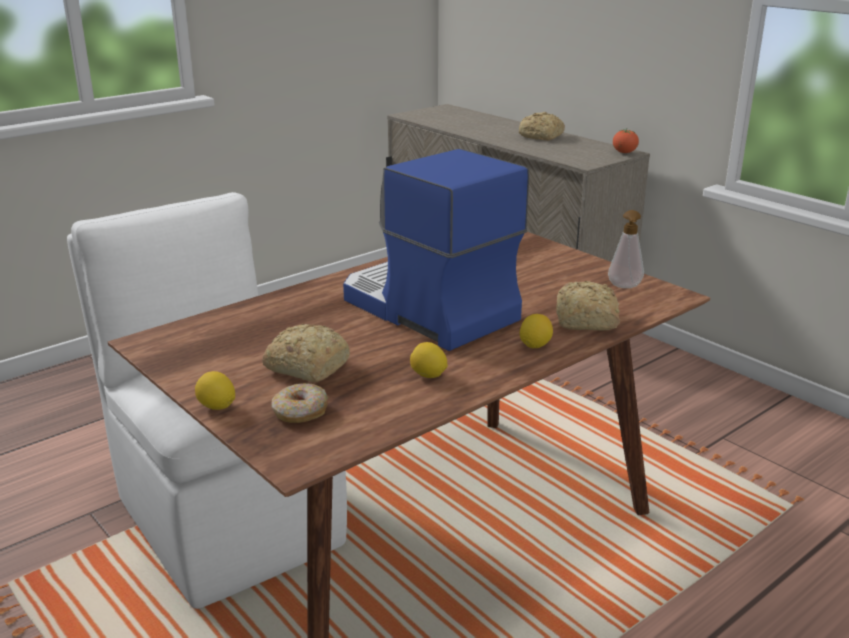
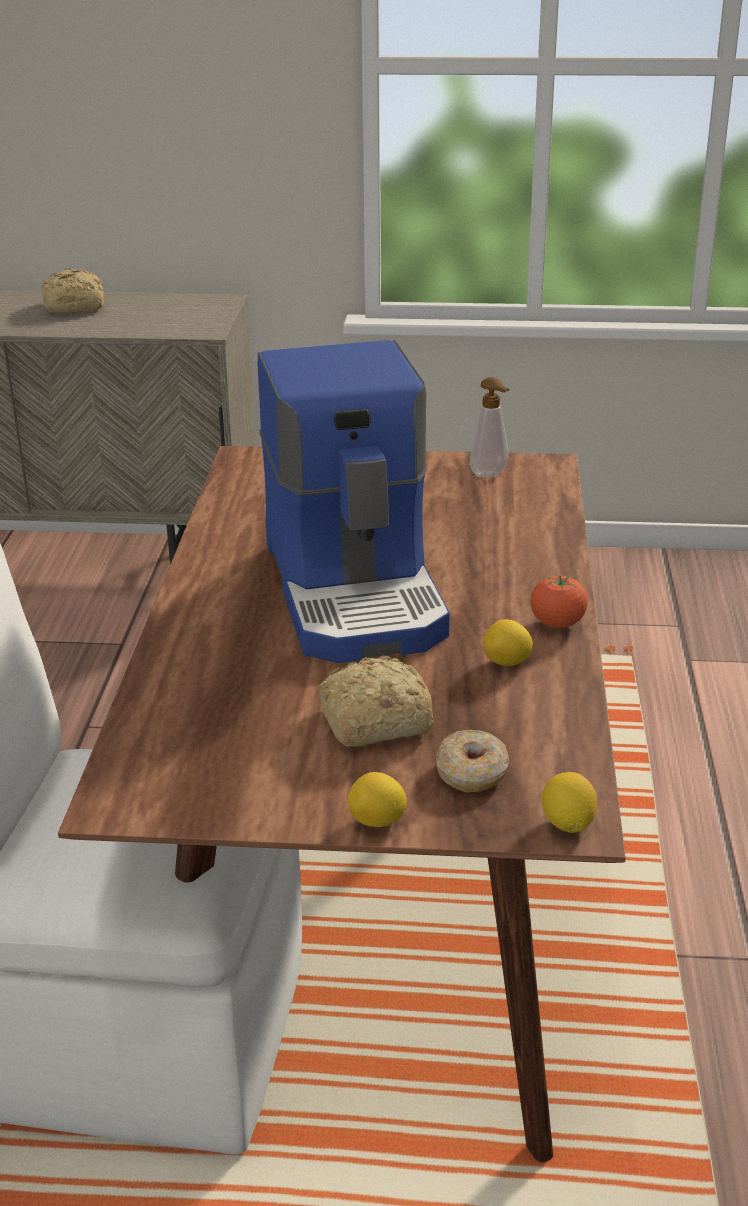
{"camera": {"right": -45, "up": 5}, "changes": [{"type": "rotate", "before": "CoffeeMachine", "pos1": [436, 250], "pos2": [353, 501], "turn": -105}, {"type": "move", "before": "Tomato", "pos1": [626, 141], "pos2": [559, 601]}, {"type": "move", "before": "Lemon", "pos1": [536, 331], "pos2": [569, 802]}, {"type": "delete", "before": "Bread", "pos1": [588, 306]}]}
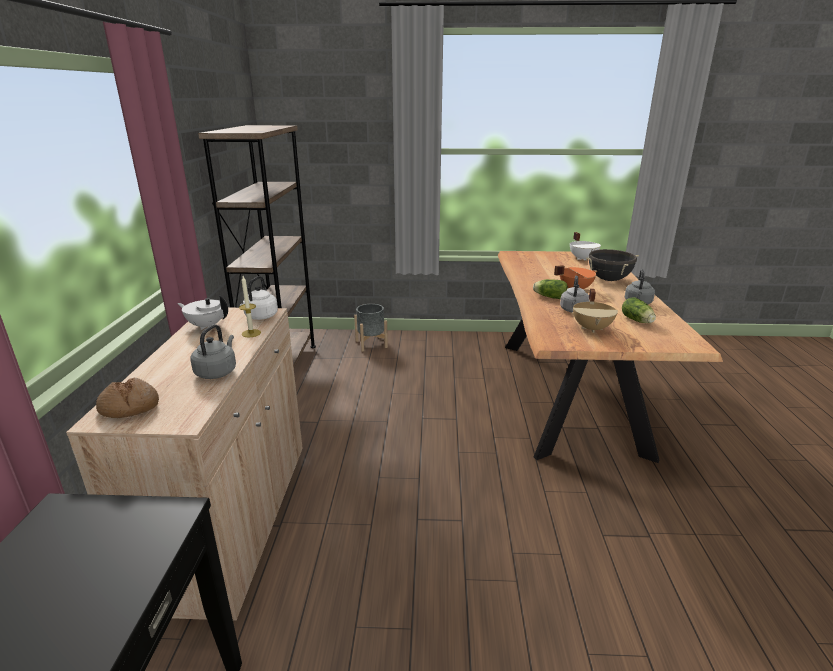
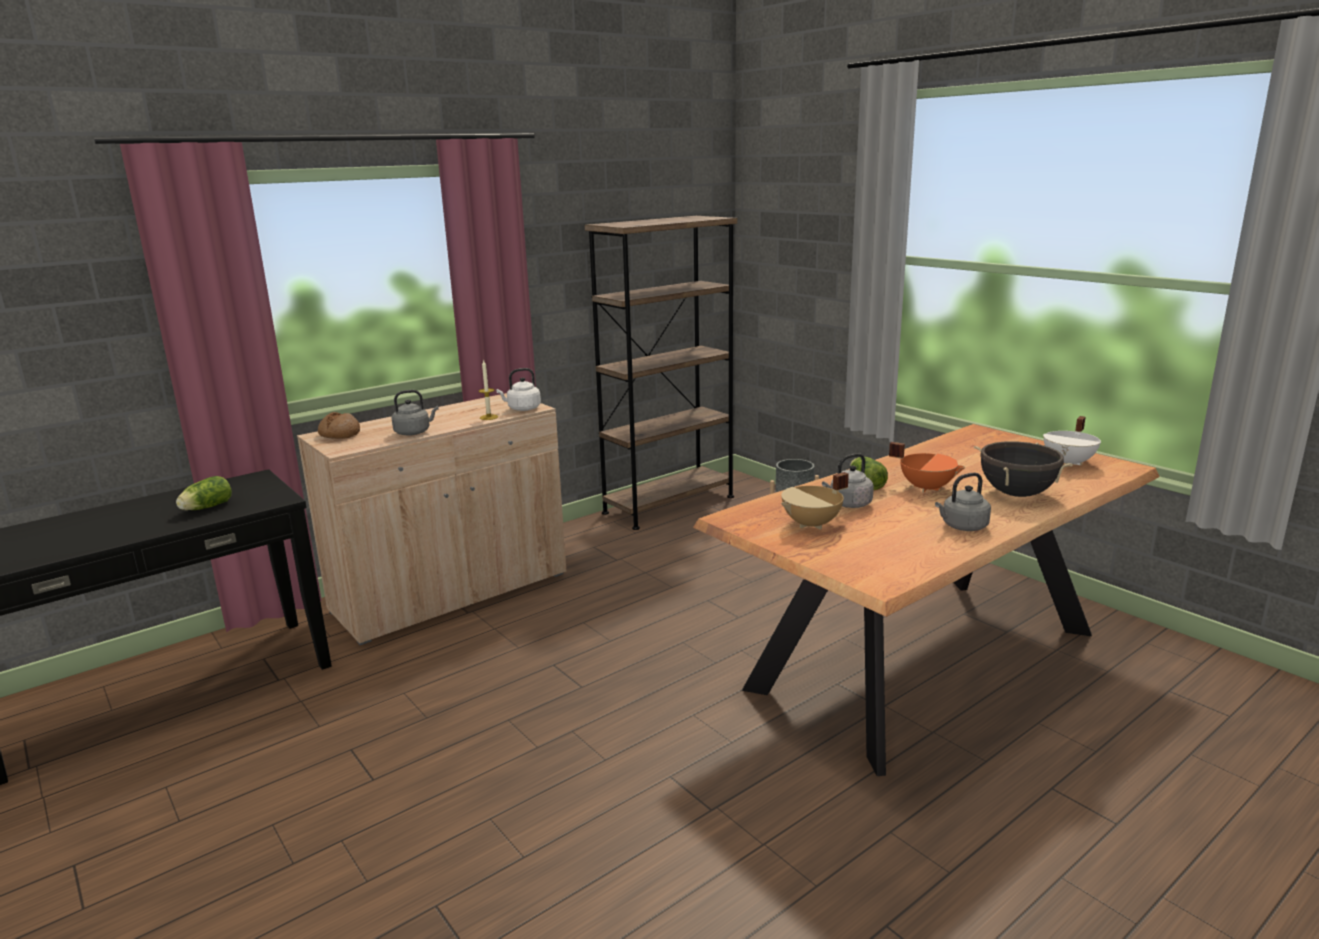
{"camera": {"right": 50, "up": -5}, "changes": [{"type": "move", "before": "Lettuce", "pos1": [639, 310], "pos2": [204, 493]}, {"type": "delete", "before": "WhiteTeapot", "pos1": [202, 312]}]}
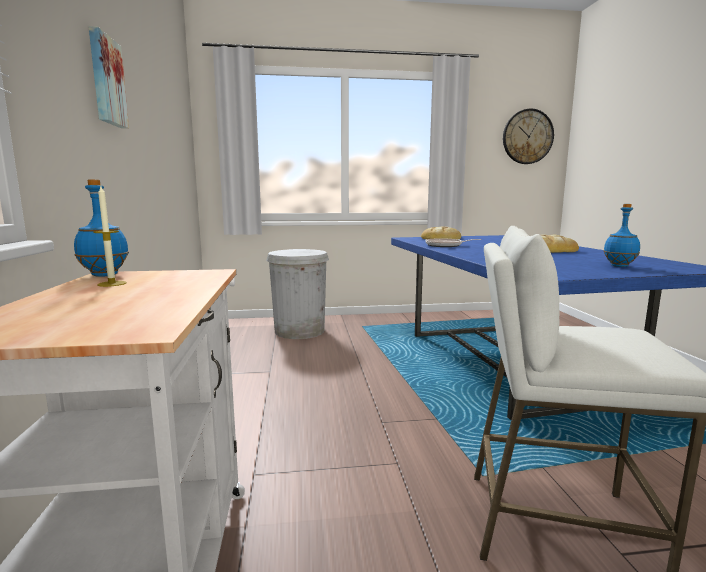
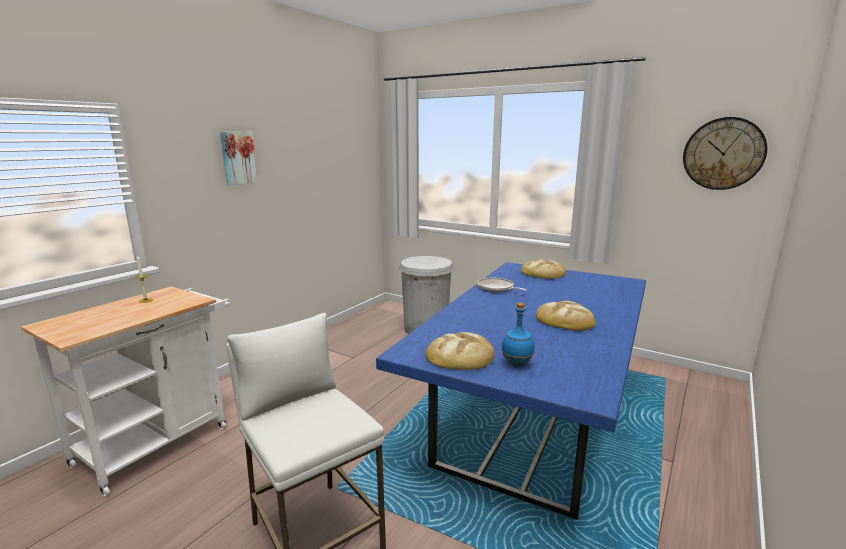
{"camera": {"right": 40, "up": 5}, "changes": [{"type": "insert", "after": "Bread", "pos2": [460, 351]}, {"type": "delete", "before": "BlueBottle", "pos1": [101, 228]}]}
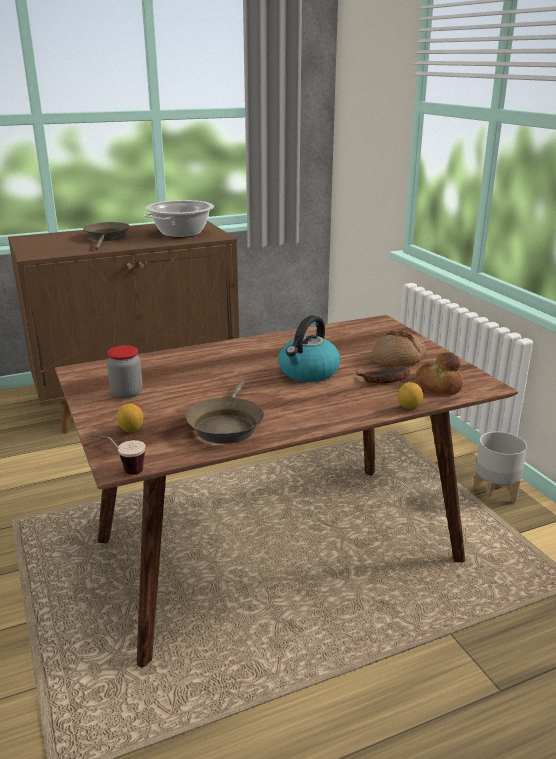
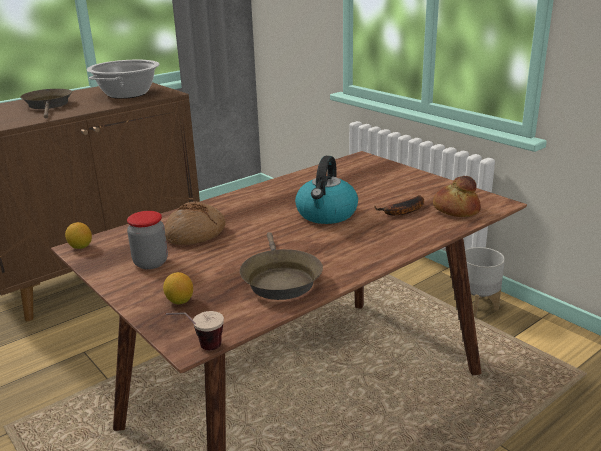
{"camera": {"right": -15, "up": 0}, "changes": [{"type": "move", "before": "Lemon", "pos1": [410, 395], "pos2": [78, 235]}, {"type": "move", "before": "Bread", "pos1": [399, 348], "pos2": [195, 223]}]}
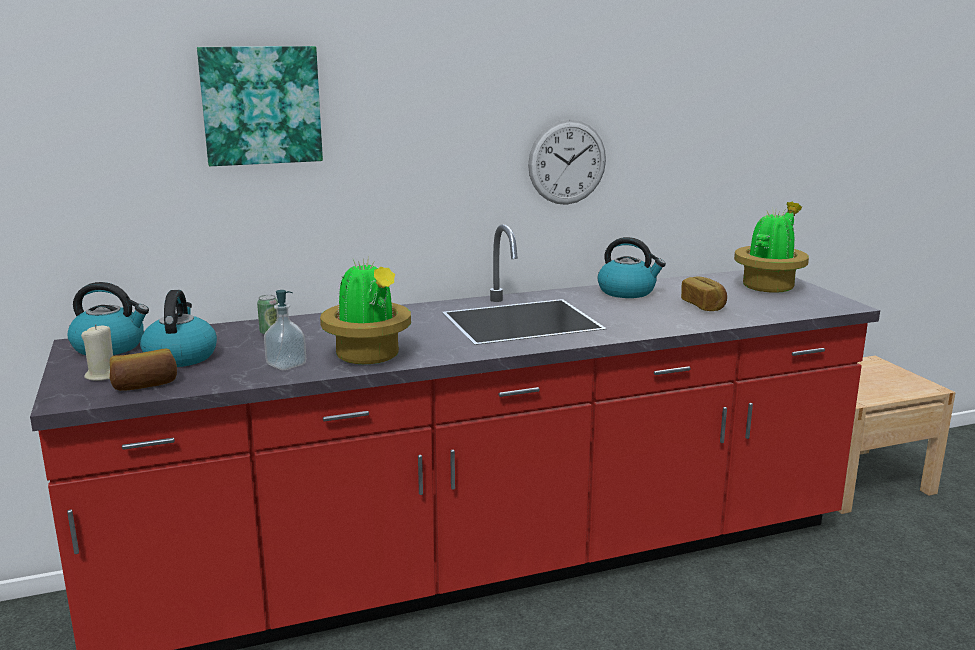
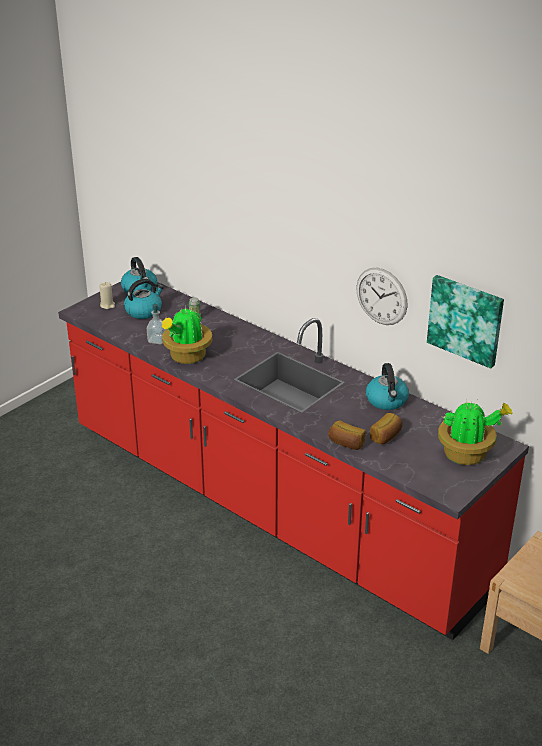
{"camera": {"right": 60, "up": 15}, "changes": [{"type": "move", "before": "Bread", "pos1": [143, 370], "pos2": [347, 435]}, {"type": "move", "before": "Picture", "pos1": [260, 106], "pos2": [465, 322]}]}
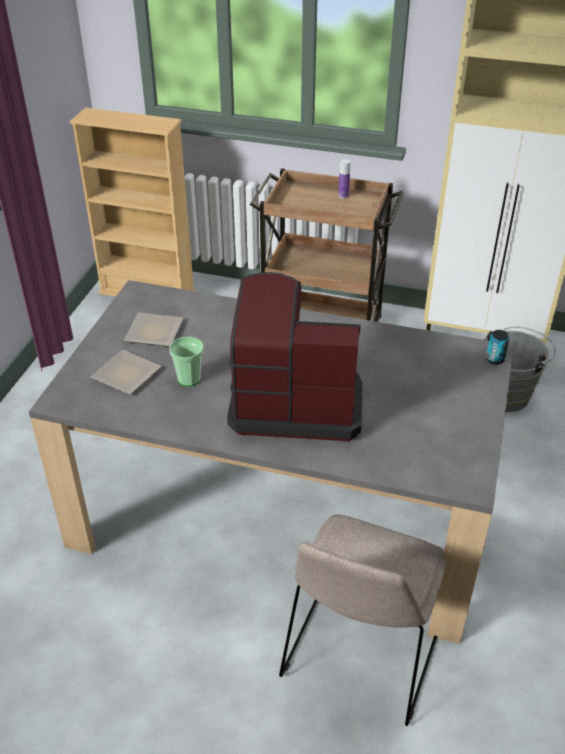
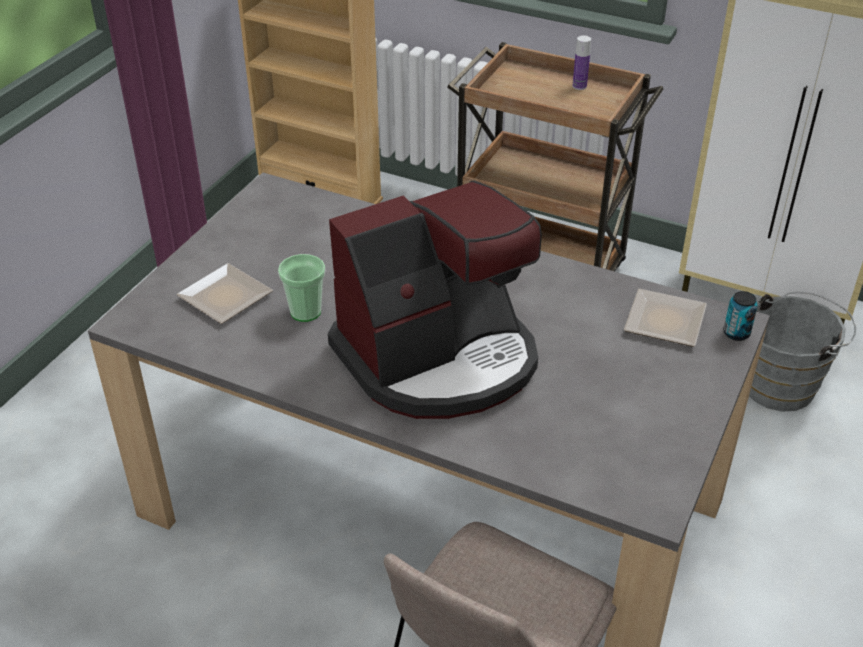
{"camera": {"right": 10, "up": 0}, "changes": [{"type": "rotate", "before": "CoffeeMachine", "pos1": [295, 356], "pos2": [435, 300], "turn": 135}, {"type": "move", "before": "Plate", "pos1": [153, 330], "pos2": [665, 318]}]}
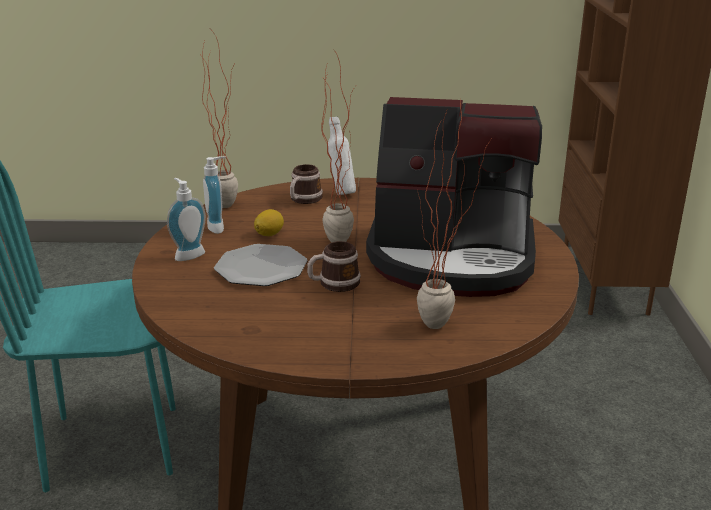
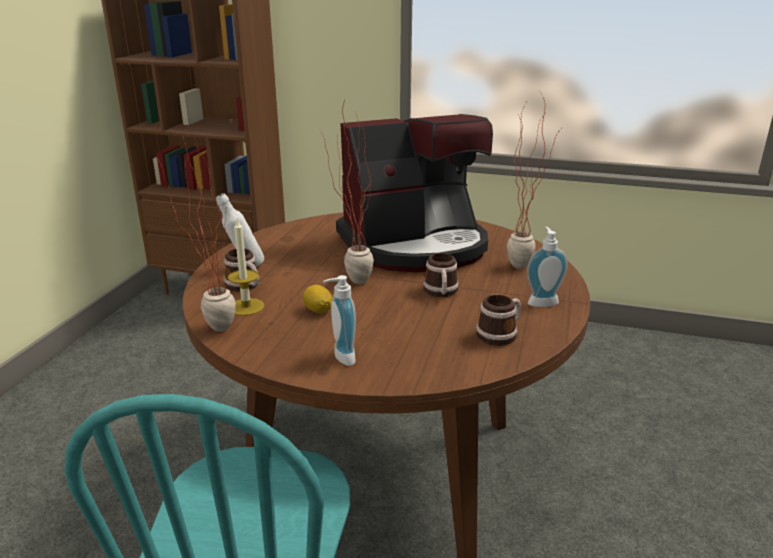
{"camera": {"right": -75, "up": 0}, "changes": [{"type": "insert", "after": "Candle", "pos2": [246, 267]}, {"type": "rotate", "before": "CoffeeMachine", "pos1": [454, 197], "pos2": [414, 193], "turn": 45}, {"type": "insert", "after": "Mug", "pos2": [498, 320]}, {"type": "move", "before": "SoapDispenser", "pos1": [214, 195], "pos2": [547, 266]}, {"type": "delete", "before": "Plate", "pos1": [261, 265]}]}
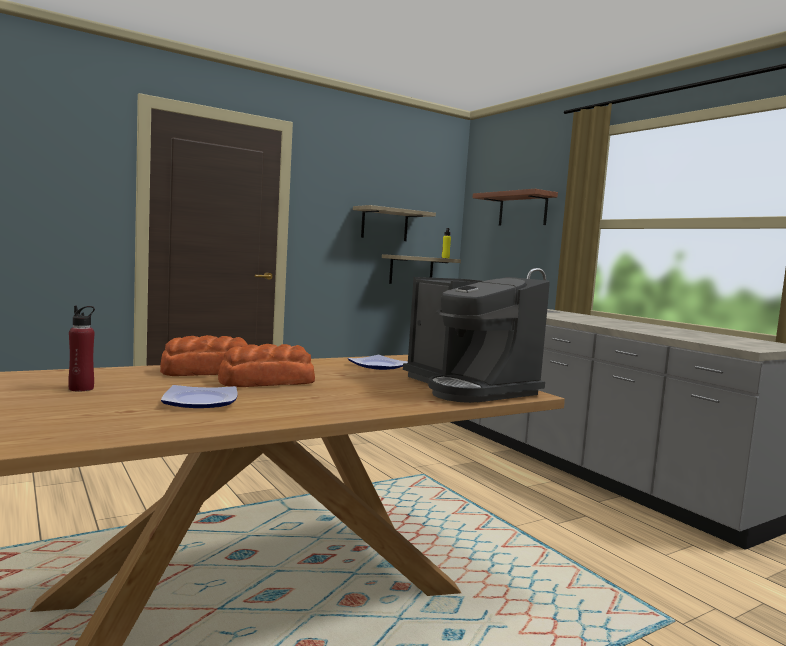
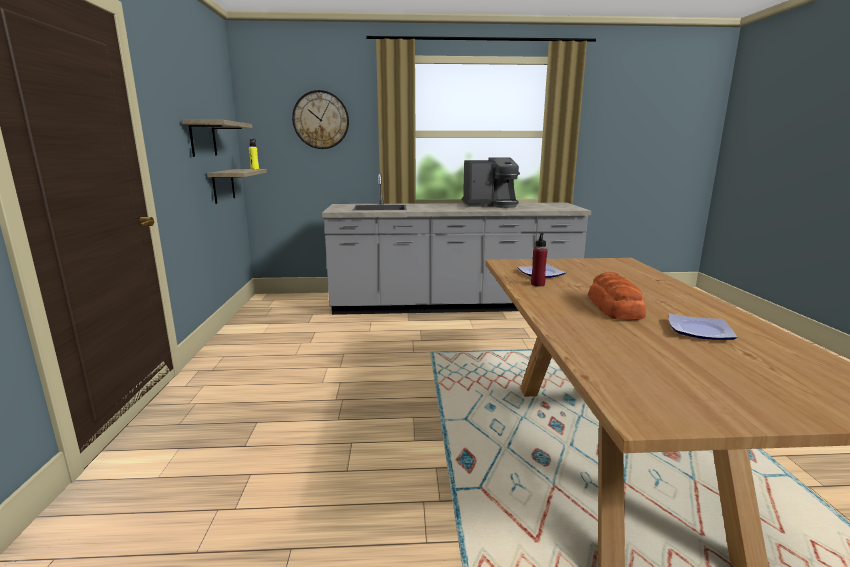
{"camera": {"right": -60, "up": 10}, "changes": [{"type": "replace", "before": "Shelf", "after": "WallClock", "pos1": [515, 207], "pos2": [320, 119]}, {"type": "move", "before": "CoffeeMachine", "pos1": [476, 340], "pos2": [491, 183]}, {"type": "move", "before": "RedBottle", "pos1": [81, 348], "pos2": [539, 260]}, {"type": "delete", "before": "Bread", "pos1": [204, 355]}]}
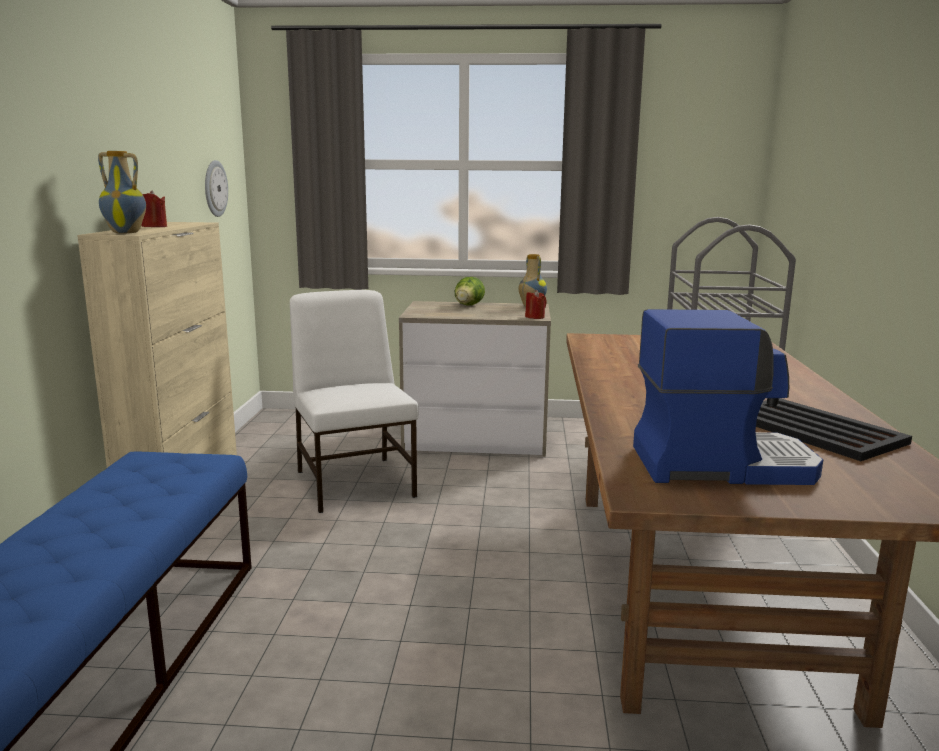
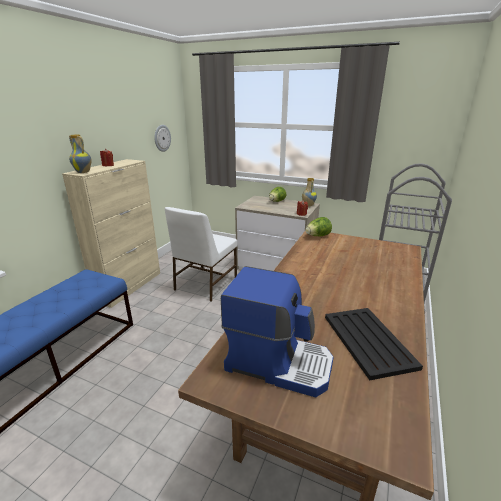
{"camera": {"right": 20, "up": 10}, "changes": [{"type": "rotate", "before": "WhiteChair", "pos1": [354, 401], "pos2": [201, 254], "turn": -150}, {"type": "insert", "after": "Lettuce", "pos2": [318, 227]}]}
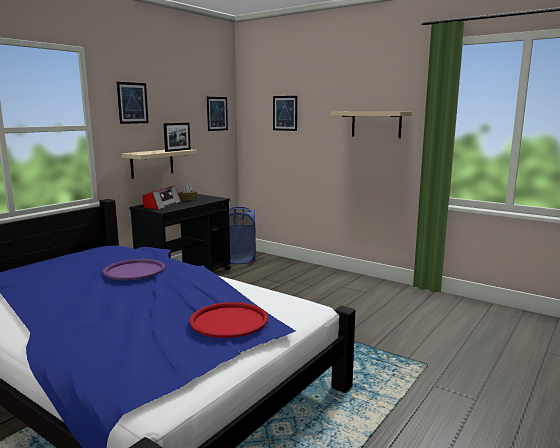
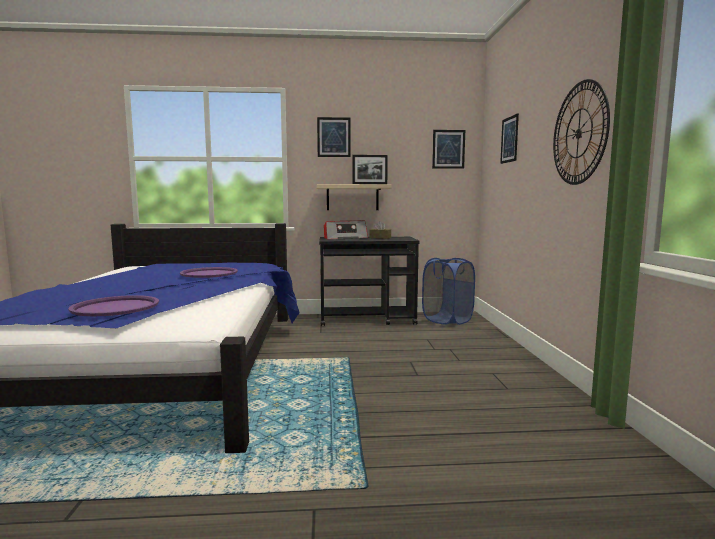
{"camera": {"right": 50, "up": -5}, "changes": [{"type": "recolor", "before": "RedTray", "after": "PurpleTray", "pos1": [229, 320], "pos2": [113, 305]}, {"type": "replace", "before": "BeigeShelf", "after": "WallClock", "pos1": [371, 124], "pos2": [581, 132]}]}
